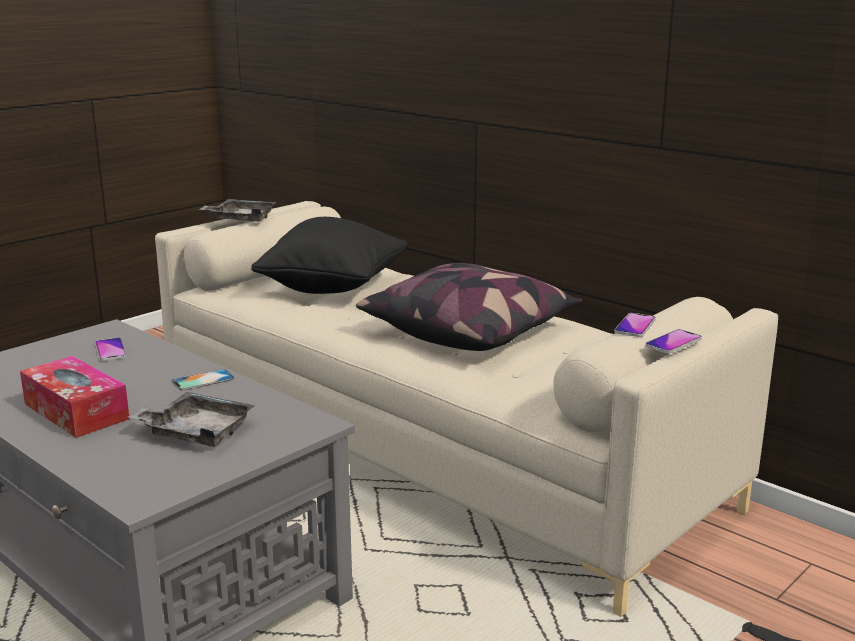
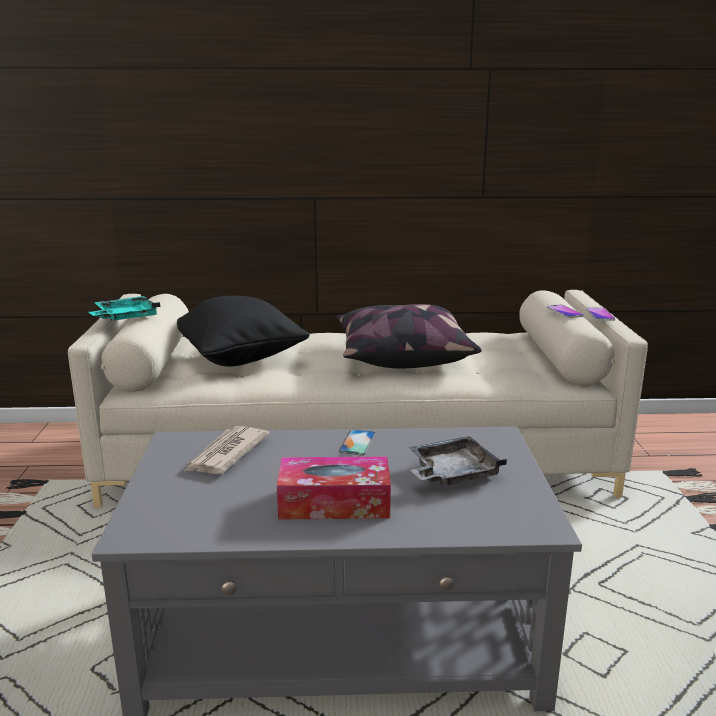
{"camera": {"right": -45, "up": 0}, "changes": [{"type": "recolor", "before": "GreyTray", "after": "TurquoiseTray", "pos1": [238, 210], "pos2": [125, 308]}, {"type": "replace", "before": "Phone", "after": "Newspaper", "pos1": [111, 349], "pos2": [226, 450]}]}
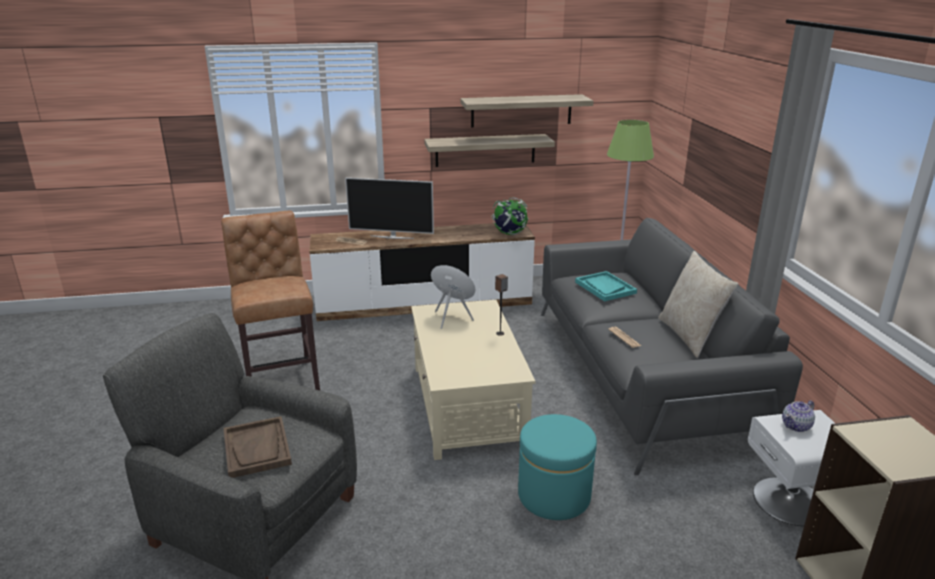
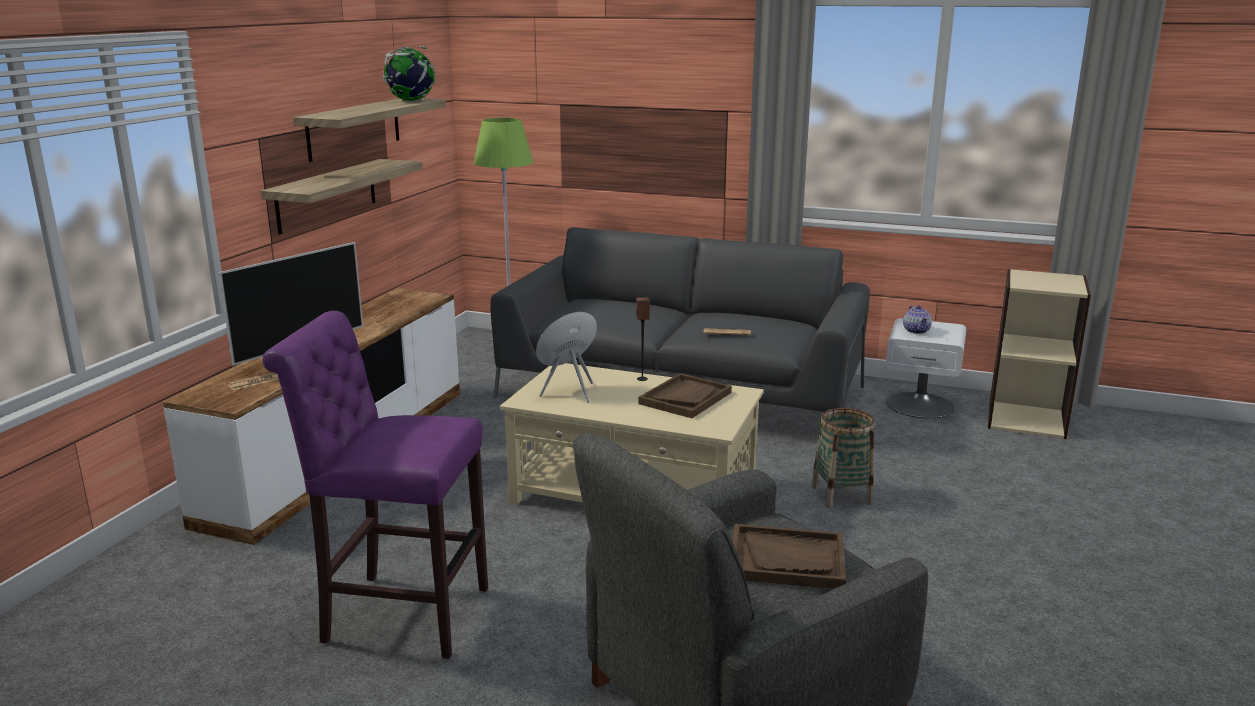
{"camera": {"right": -60, "up": -5}, "changes": [{"type": "recolor", "before": "BrownStool", "after": "PurpleStool", "pos1": [270, 300], "pos2": [375, 485]}, {"type": "move", "before": "Globe", "pos1": [510, 216], "pos2": [409, 73]}, {"type": "insert", "after": "BrownTray", "pos2": [685, 395]}, {"type": "replace", "before": "TurquoiseOttoman", "after": "Basket", "pos1": [557, 467], "pos2": [843, 458]}, {"type": "delete", "before": "TurquoiseTray", "pos1": [606, 286]}, {"type": "delete", "before": "BeigePillow", "pos1": [698, 304]}]}
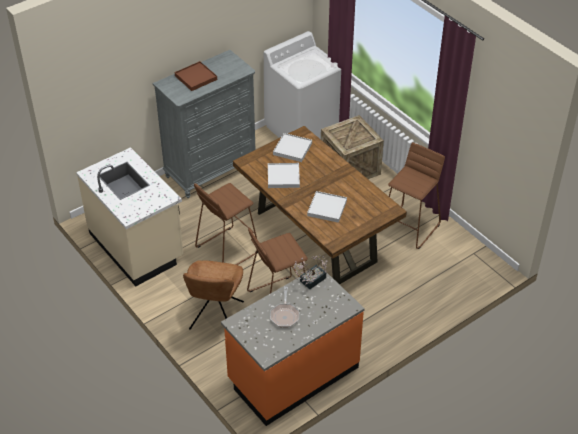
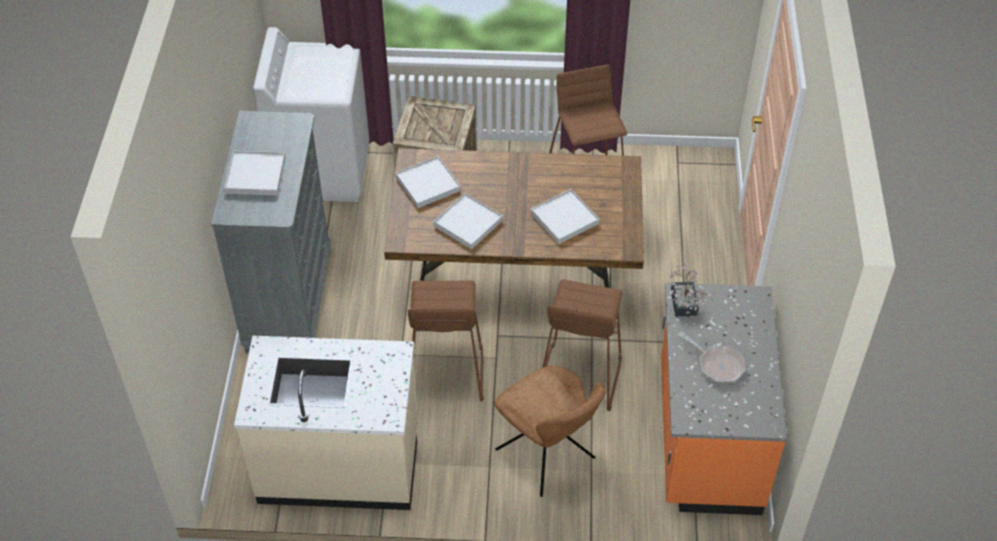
{"camera": {"right": -50, "up": 5}, "changes": [{"type": "recolor", "before": "BrownTray", "after": "WhiteTray", "pos1": [196, 76], "pos2": [255, 173]}]}
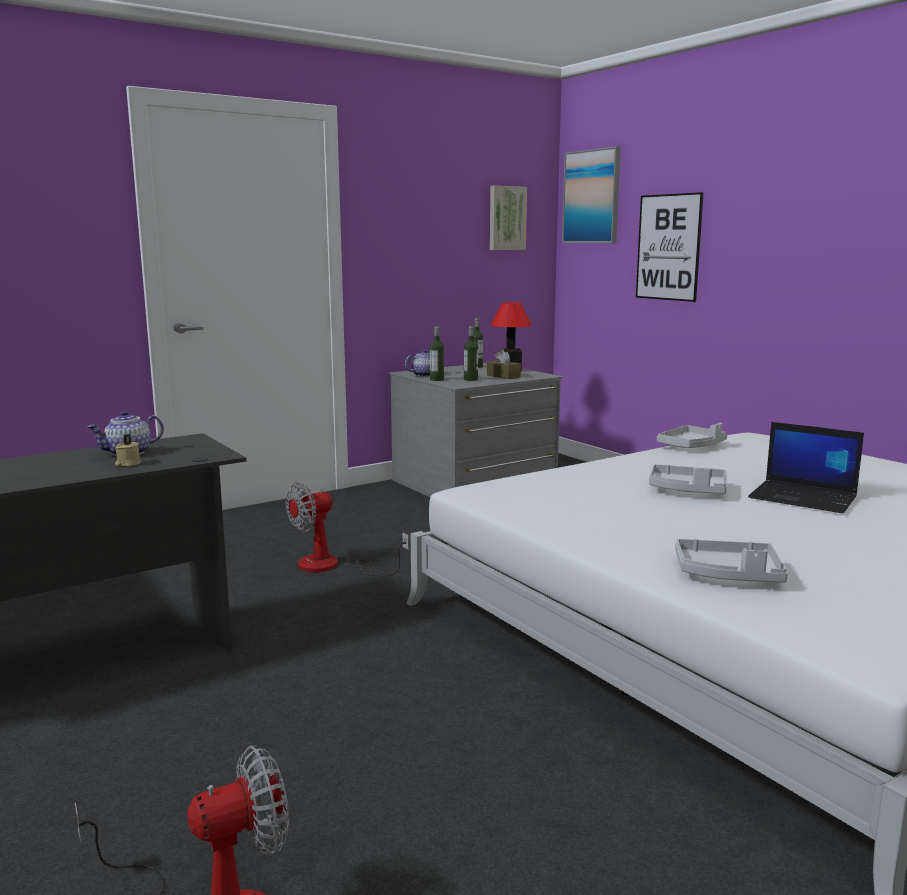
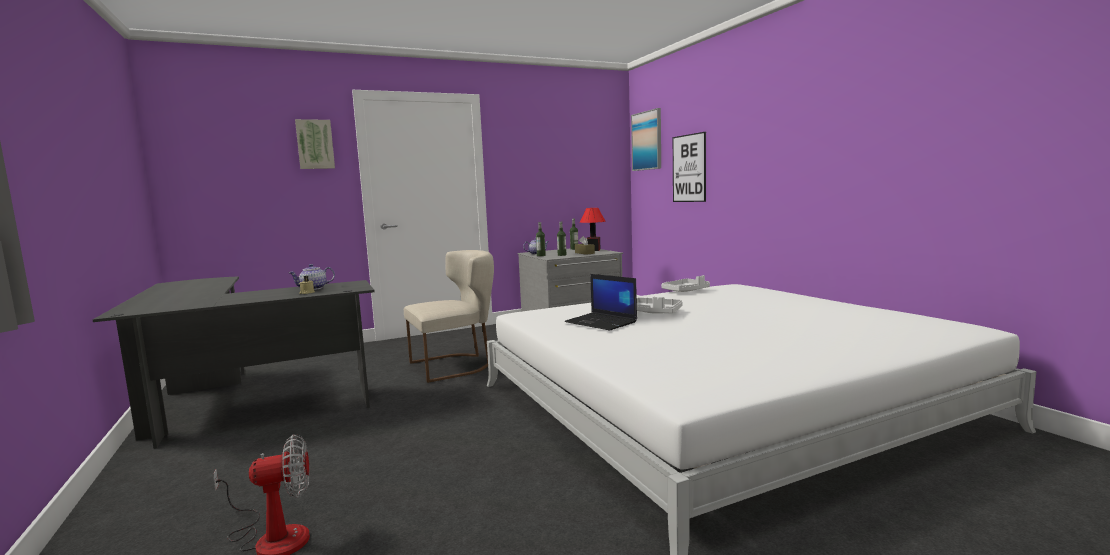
{"camera": {"right": 10, "up": -5}, "changes": [{"type": "move", "before": "Picture", "pos1": [508, 218], "pos2": [315, 144]}, {"type": "replace", "before": "Fan", "after": "BeigeChair", "pos1": [347, 529], "pos2": [449, 316]}, {"type": "move", "before": "Laptop", "pos1": [806, 467], "pos2": [601, 302]}, {"type": "delete", "before": "GreyTray", "pos1": [731, 561]}]}
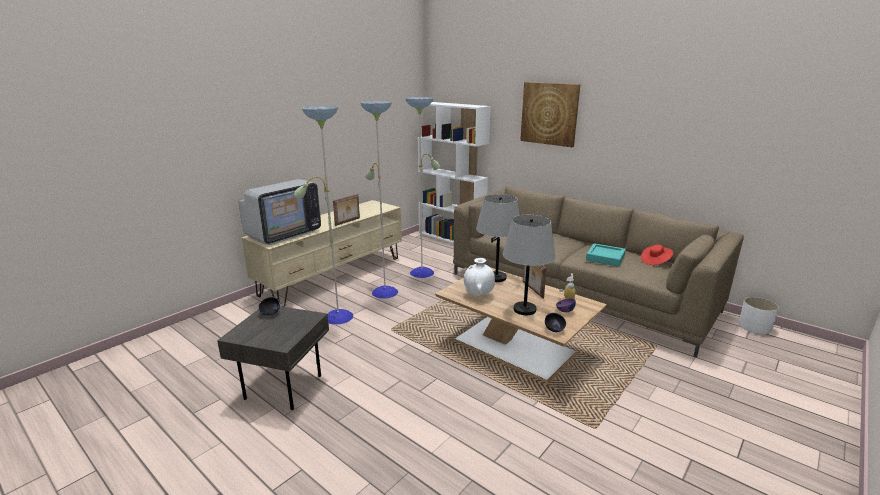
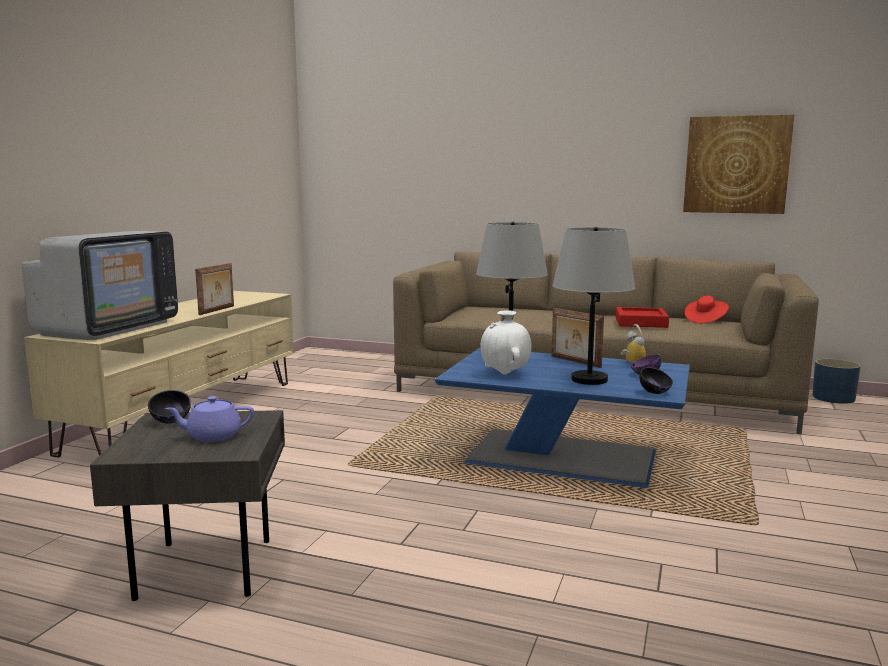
{"camera": {"right": -20, "up": -10}, "changes": [{"type": "insert", "after": "PurpleTeapot", "pos2": [209, 419]}, {"type": "recolor", "before": "BrownCoffeeTable", "after": "BlueCoffeeTable", "pos1": [521, 325], "pos2": [562, 418]}, {"type": "recolor", "before": "TurquoiseTray", "after": "RedTray", "pos1": [606, 255], "pos2": [642, 317]}, {"type": "move", "before": "Picture", "pos1": [550, 114], "pos2": [738, 164]}, {"type": "recolor", "before": "WhitePlanter", "after": "BluePlanter", "pos1": [759, 315], "pos2": [837, 381]}, {"type": "delete", "before": "FloorLamp", "pos1": [367, 211]}, {"type": "delete", "before": "WhiteBookcase", "pos1": [454, 173]}]}
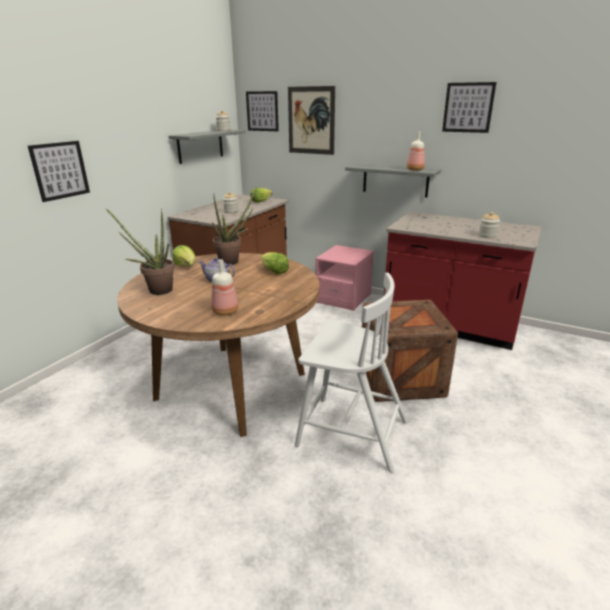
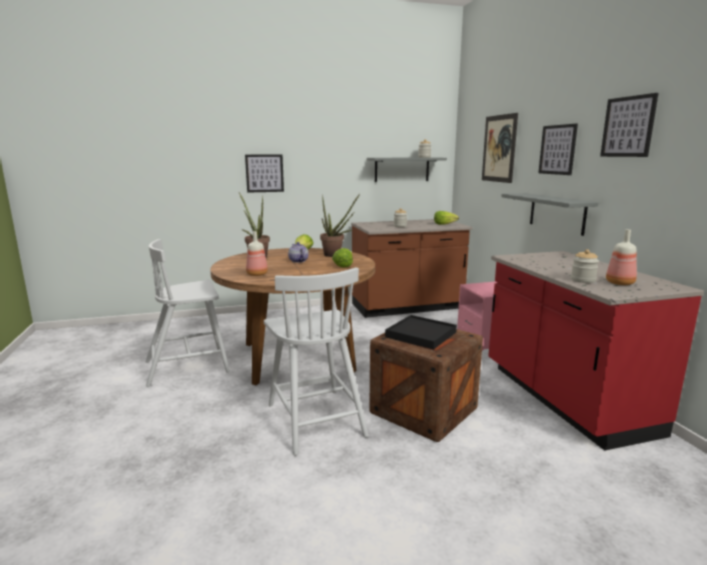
{"camera": {"right": 45, "up": -10}, "changes": [{"type": "insert", "after": "WhiteChair", "pos2": [188, 313]}, {"type": "insert", "after": "BlackTray", "pos2": [421, 332]}, {"type": "move", "before": "Picture", "pos1": [262, 111], "pos2": [558, 149]}, {"type": "move", "before": "Bottle", "pos1": [416, 151], "pos2": [621, 257]}]}
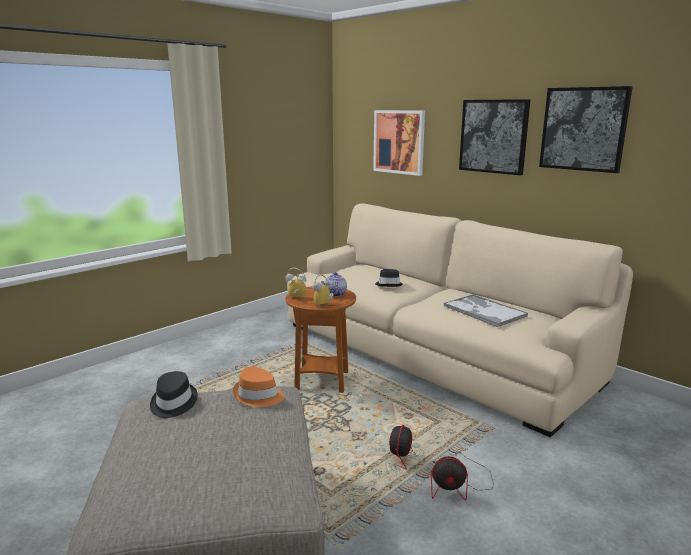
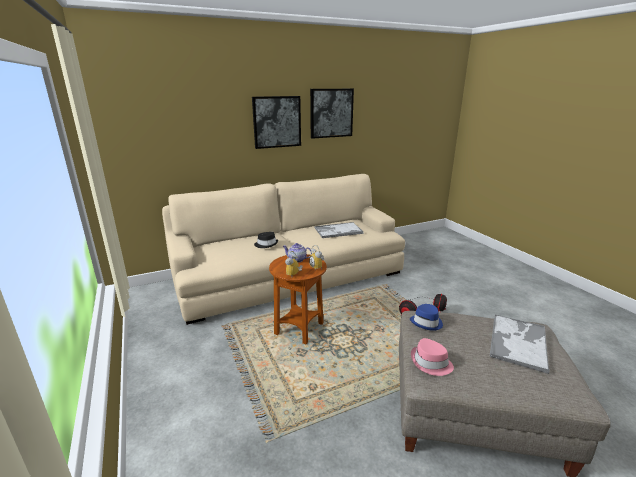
{"camera": {"right": -70, "up": 5}, "changes": [{"type": "recolor", "before": "OrangeHat", "after": "BlueHat", "pos1": [258, 386], "pos2": [426, 317]}, {"type": "recolor", "before": "BlackHat", "after": "PinkHat", "pos1": [174, 394], "pos2": [432, 357]}, {"type": "insert", "after": "Tray", "pos2": [520, 344]}, {"type": "delete", "before": "Picture", "pos1": [399, 143]}]}
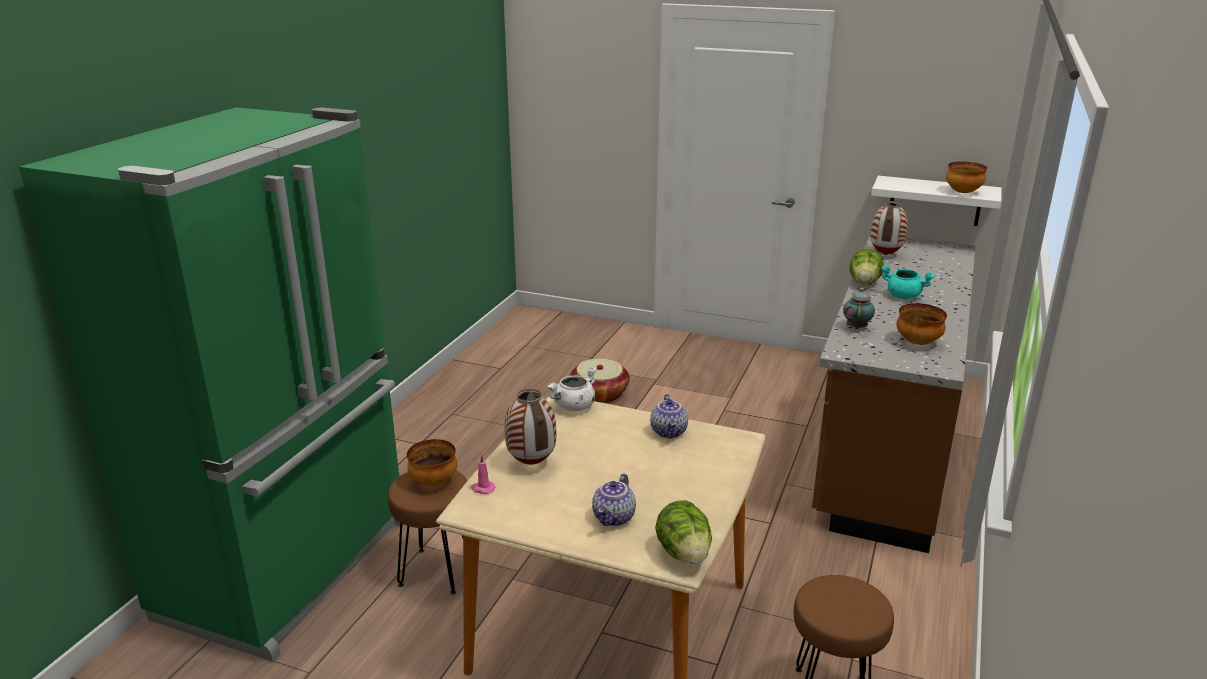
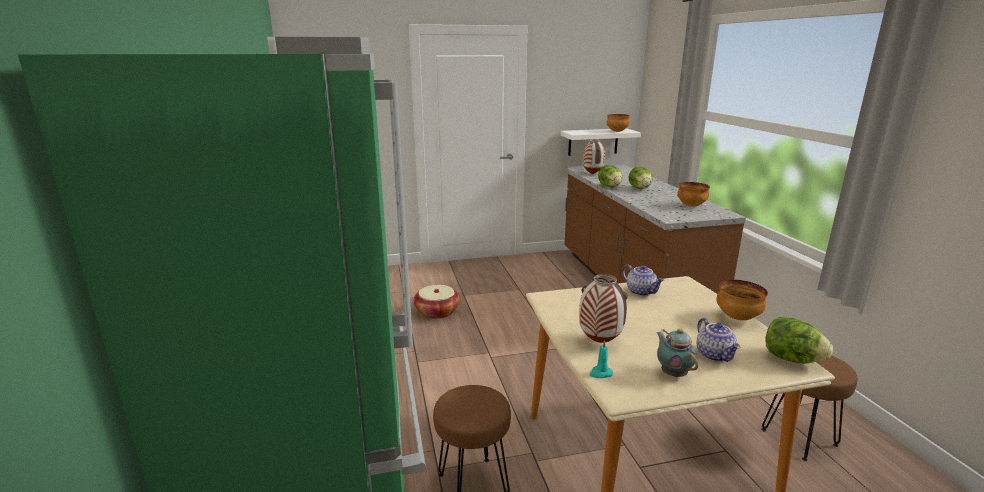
{"camera": {"right": -35, "up": -5}, "changes": [{"type": "recolor", "before": "PinkCandle", "after": "TurquoiseCandle", "pos1": [483, 474], "pos2": [601, 359]}, {"type": "replace", "before": "TurquoiseCookingPot", "after": "Lettuce", "pos1": [908, 282], "pos2": [640, 178]}, {"type": "move", "before": "Teapot", "pos1": [859, 308], "pos2": [677, 352]}, {"type": "move", "before": "Bowl", "pos1": [432, 462], "pos2": [742, 300]}, {"type": "delete", "before": "WhiteCookingPot", "pos1": [572, 389]}]}
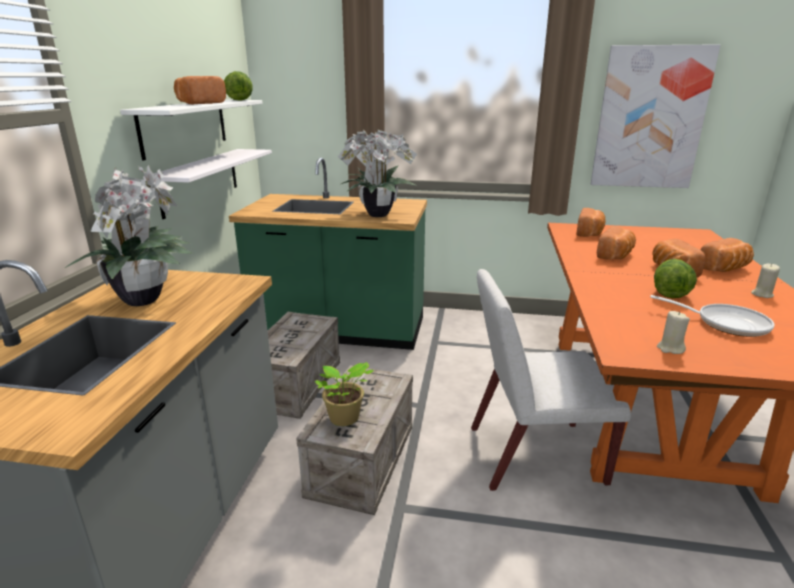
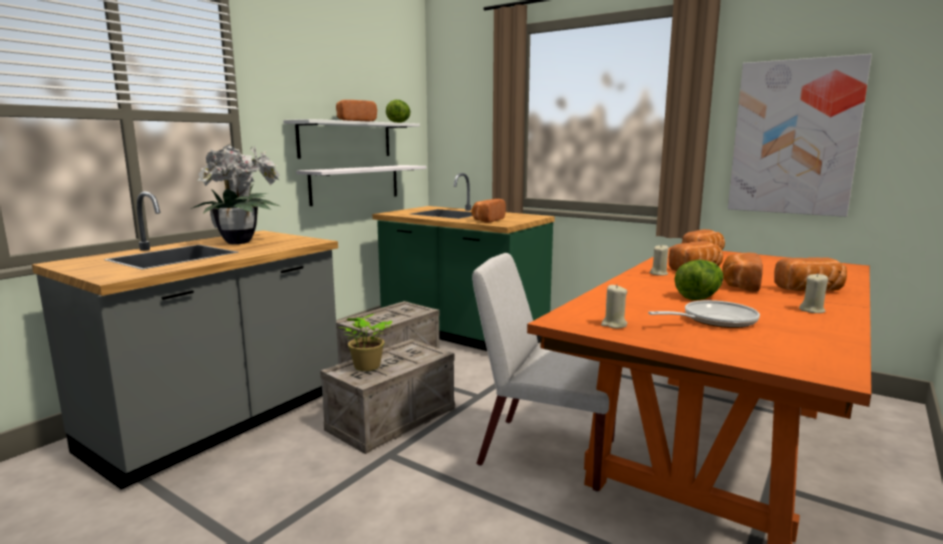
{"camera": {"right": 25, "up": -10}, "changes": [{"type": "replace", "before": "PottedPlant", "after": "Bread", "pos1": [377, 173], "pos2": [488, 211]}, {"type": "rotate", "before": "FryingPan", "pos1": [712, 316], "pos2": [704, 314], "turn": -75}, {"type": "insert", "after": "BeigeCandle", "pos2": [659, 260]}]}
